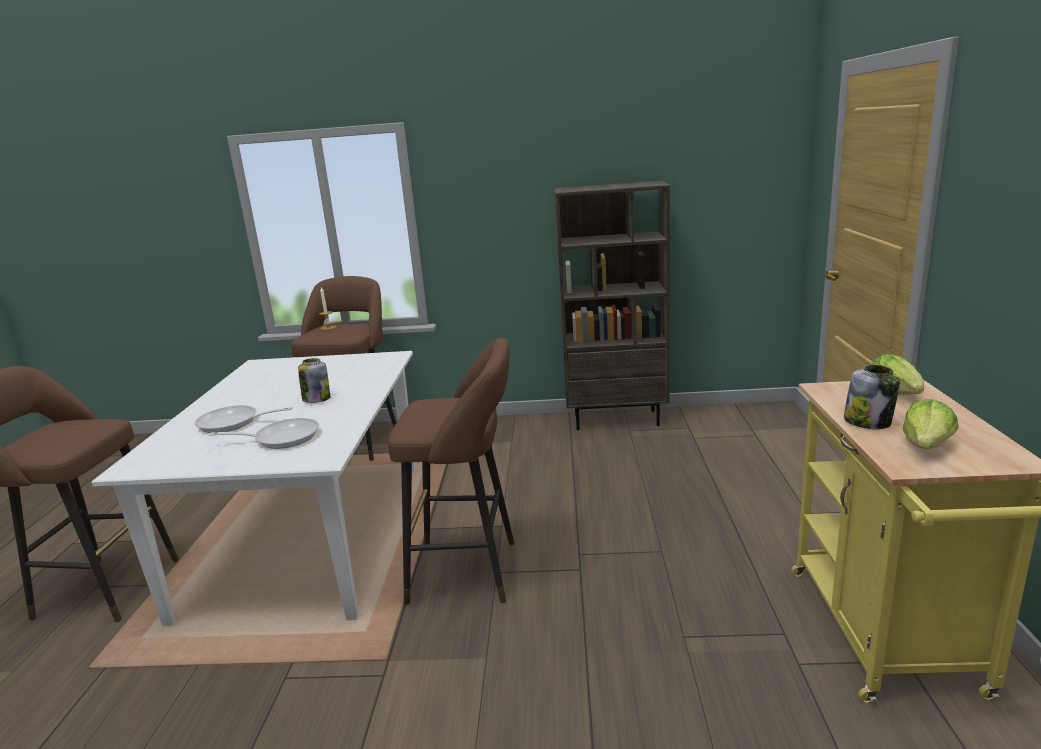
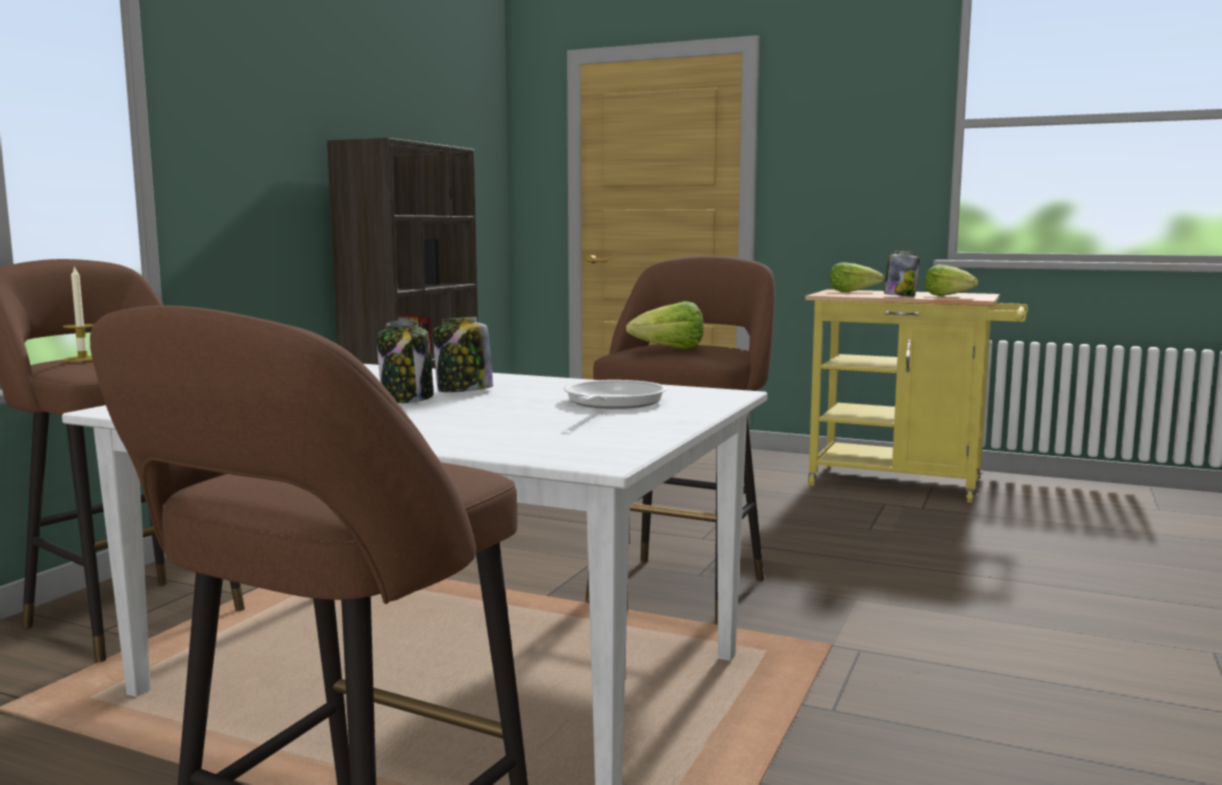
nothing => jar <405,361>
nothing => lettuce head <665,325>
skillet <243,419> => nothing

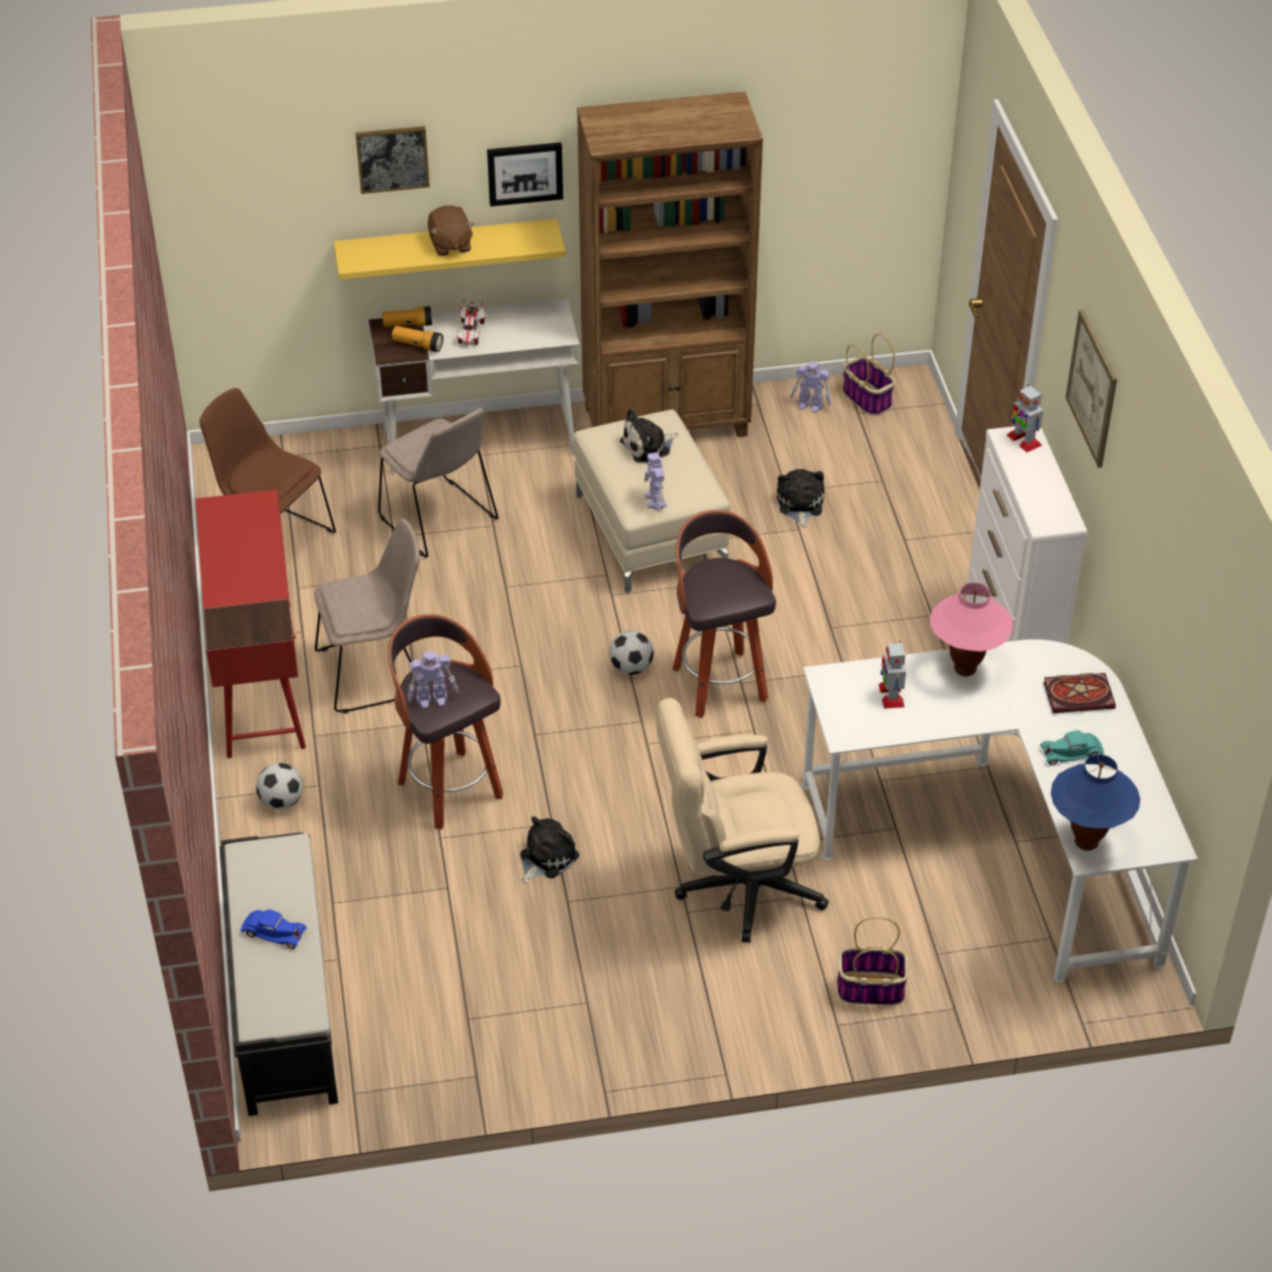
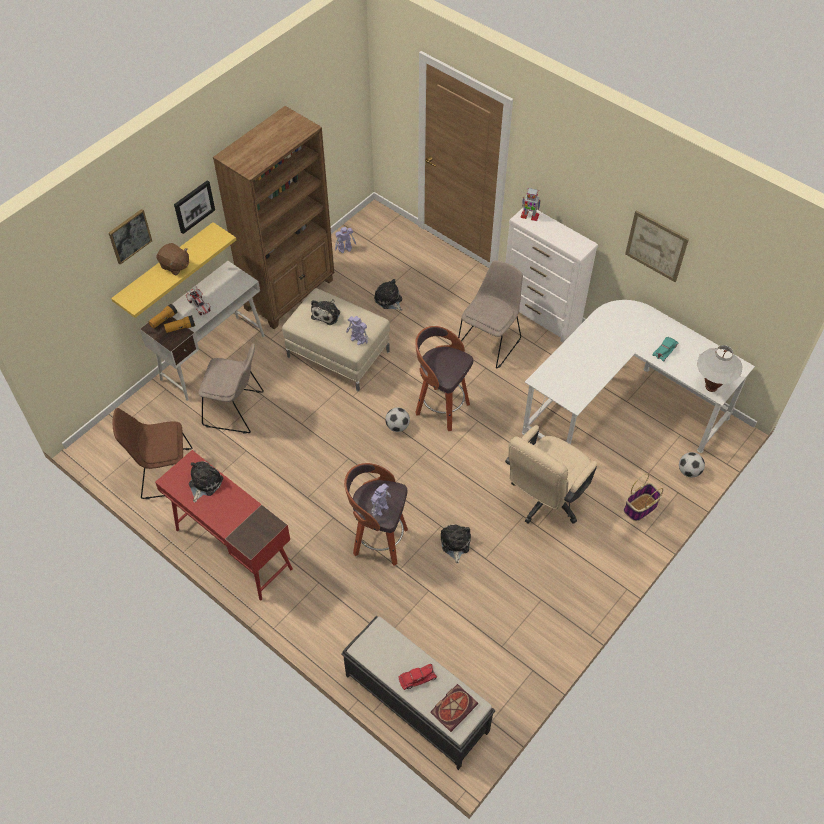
nothing => soft toy <206,482>
blue model car <273,929> => red model car <417,677>
book <1079,693> => book <454,708>, moved
beige-coloured plain chair <367,616> => beige-coloured plain chair <490,314>, moved
wall art <1091,389> => wall art <657,246>, moved
ball for football <279,786> => ball for football <692,464>, moved
blue table lamp <1095,802> => whitish table lamp <720,368>
basket <869,375> => nothing
robot figure <892,675> => nothing
pink-coloured table lamp <971,629> => nothing

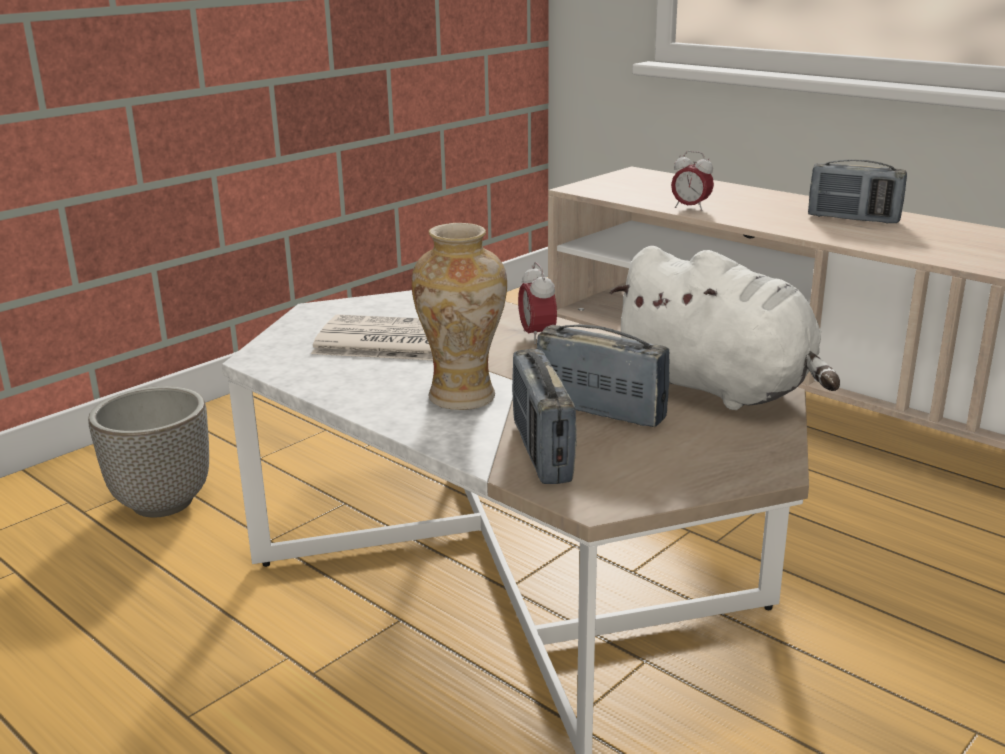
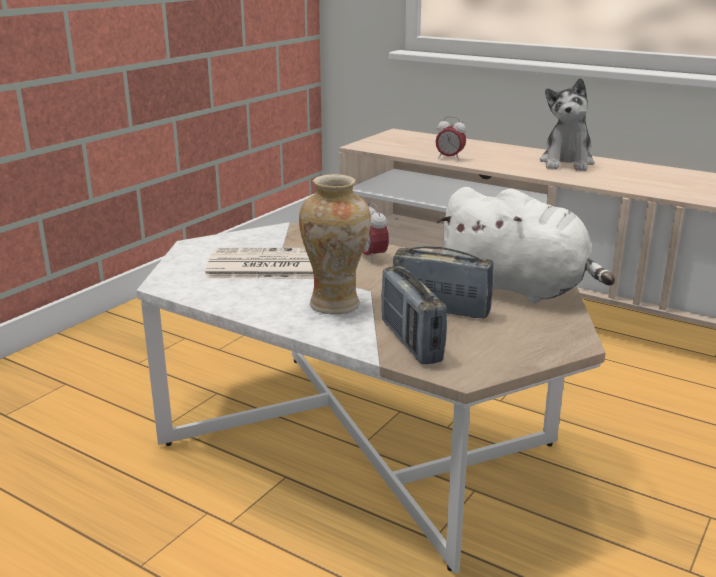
radio receiver <857,191> => soft toy <567,124>
planter <148,451> => nothing

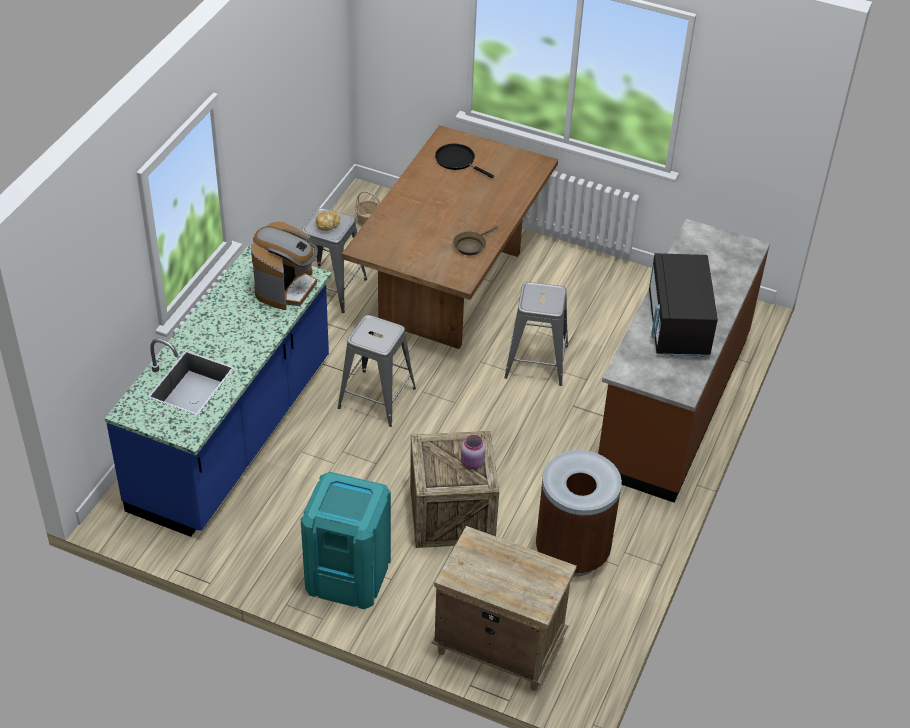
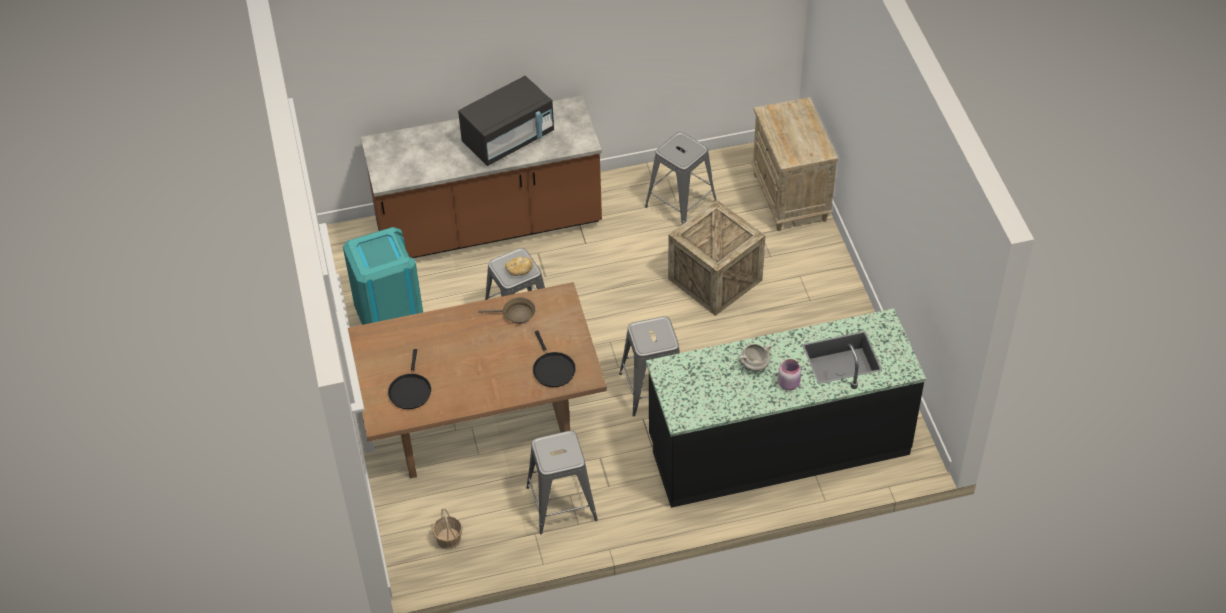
turquoise rubbish bin <346,540> => turquoise rubbish bin <383,276>, moved
bread <327,221> => bread <519,266>, moved
nothing => black-coloured skillet <554,358>
brown rubbish bin <579,513> => gray stool <680,178>
blue kitchen base unit <218,391> => black-coloured kitchen base unit <786,408>
nothing => whitish saucepot <755,357>
pink-coloured jar <473,452> => pink-coloured jar <789,374>, moved
coffee machine <284,265> => nothing

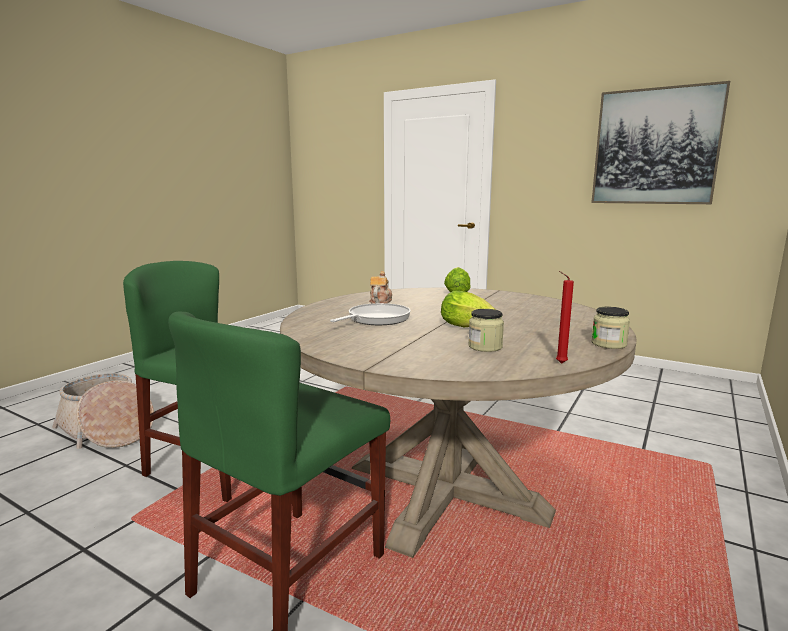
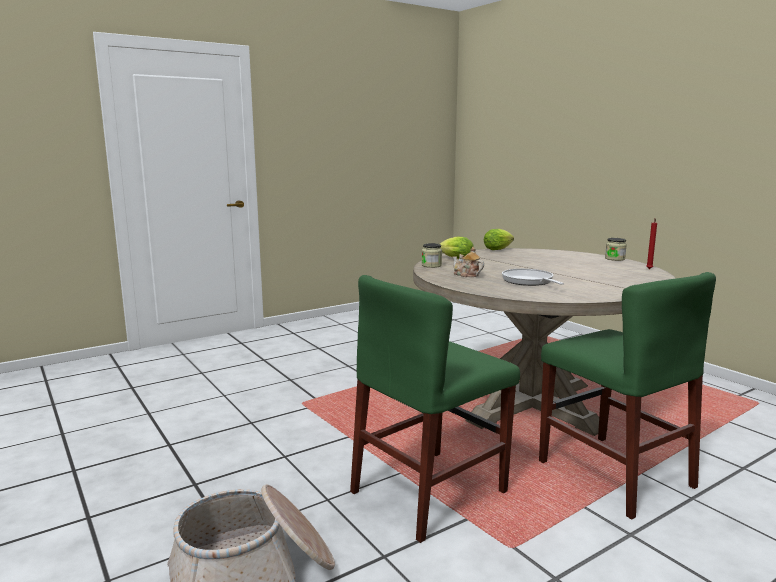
jar <486,330> => jar <432,255>, moved
lettuce head <468,309> => lettuce head <499,239>, moved
wall art <660,142> => nothing

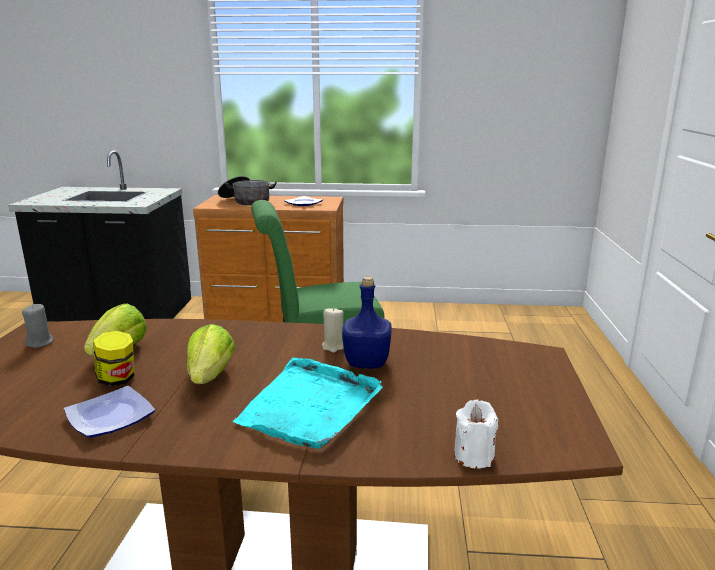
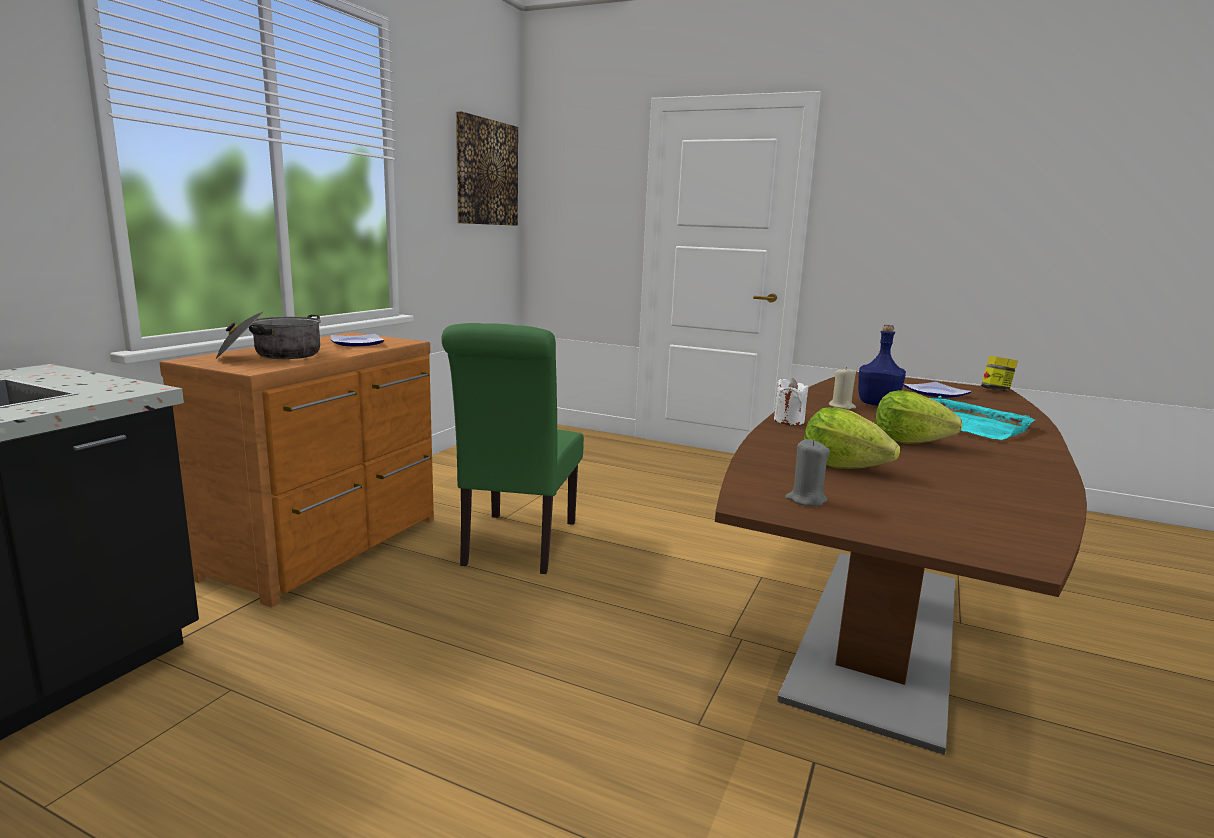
nothing => wall art <487,168>
whitish wax light <476,434> => whitish wax light <791,401>, moved
dinner plate <109,412> => dinner plate <937,390>, moved
jar <113,359> => jar <999,373>, moved

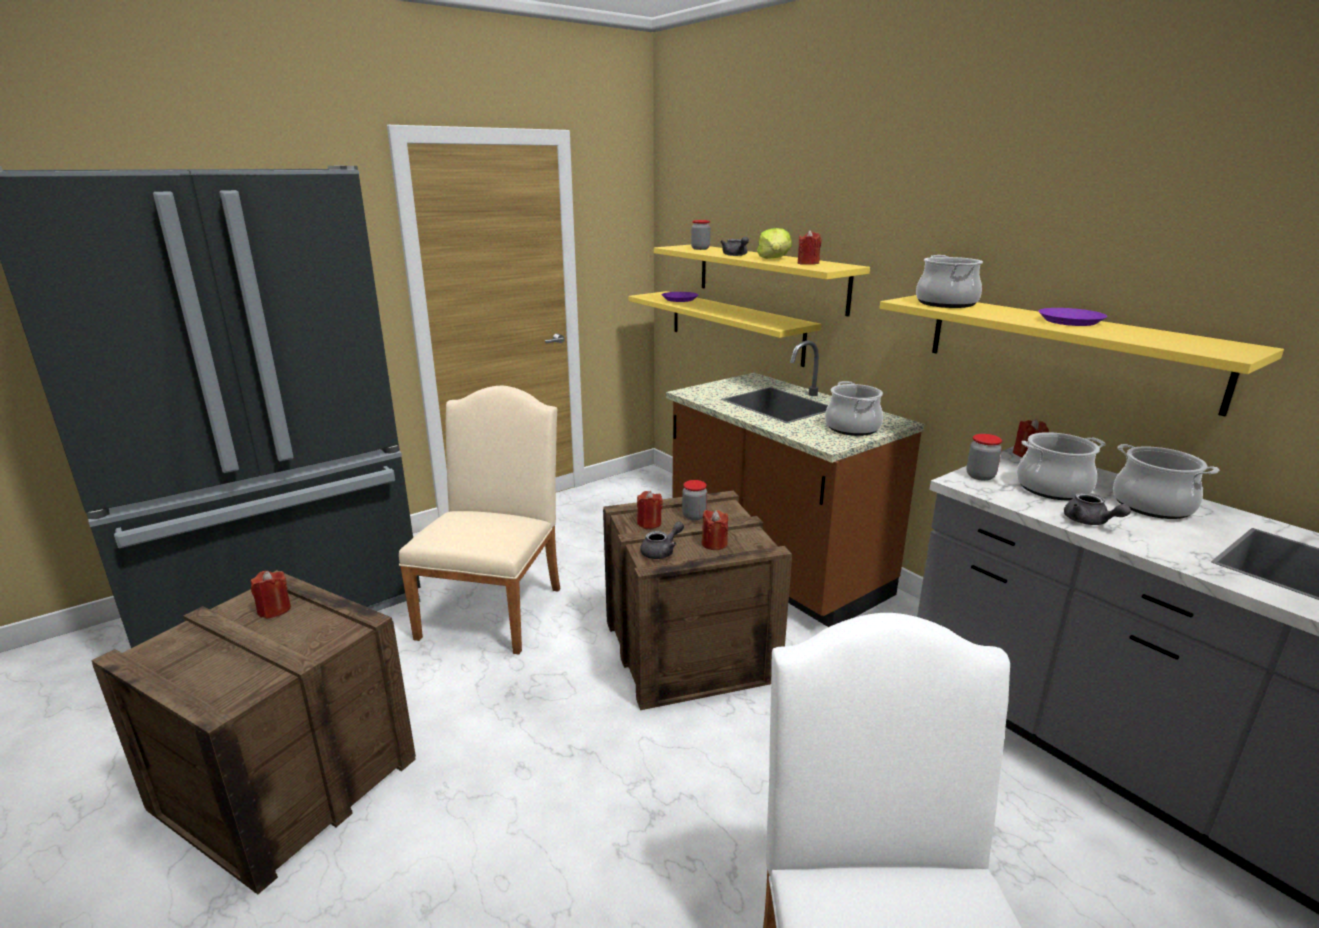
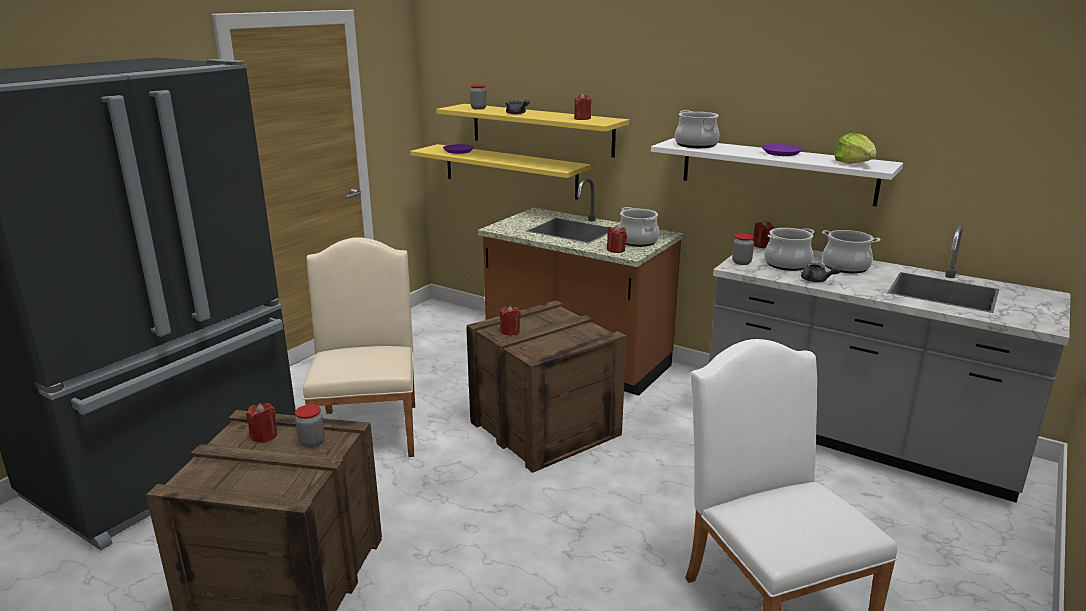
jar <694,500> => jar <310,426>, moved
red wax light <715,530> => red wax light <617,239>, moved
yellow bracket shelf <1081,355> => whitish bracket shelf <777,172>
lettuce head <774,243> => lettuce head <855,148>, moved
gray pot for tea <662,540> => nothing

